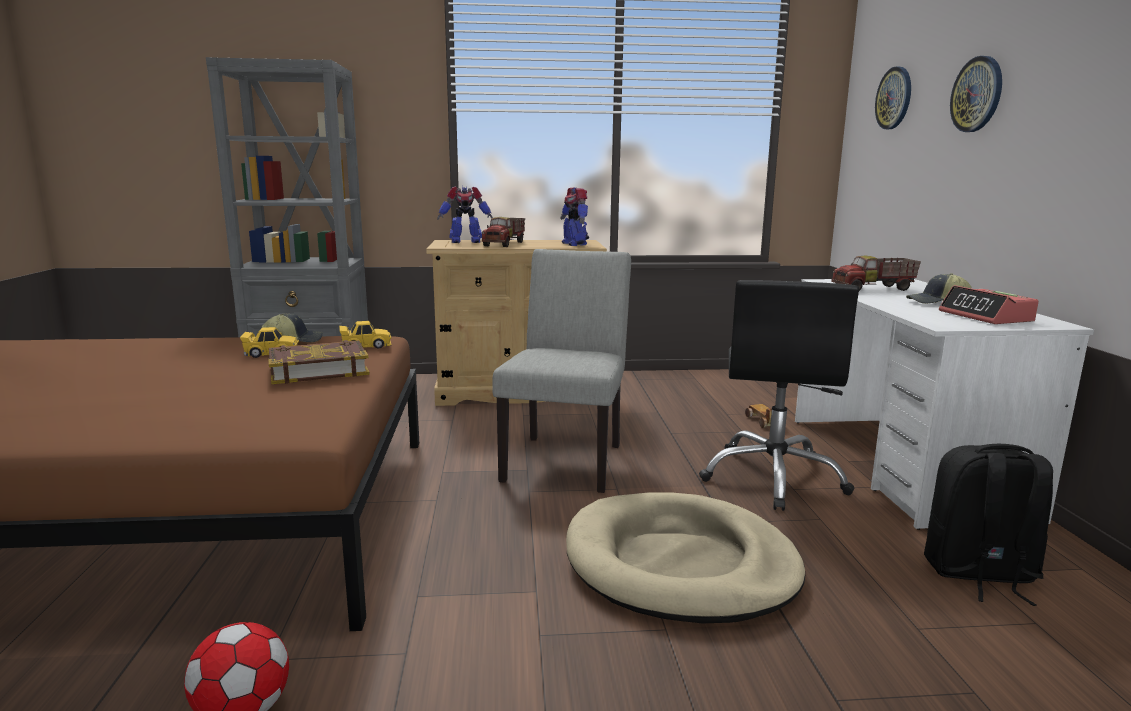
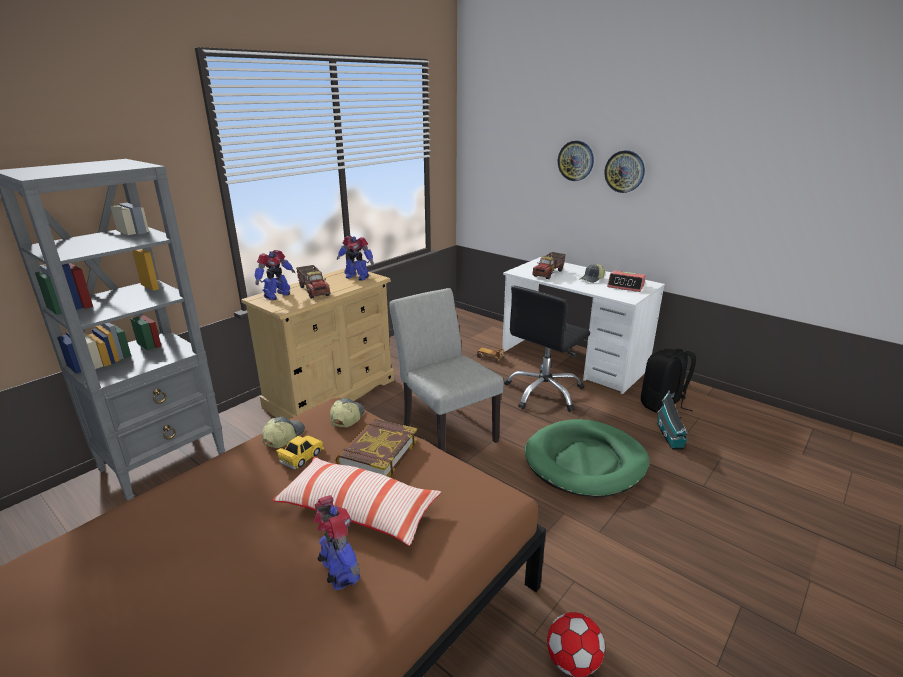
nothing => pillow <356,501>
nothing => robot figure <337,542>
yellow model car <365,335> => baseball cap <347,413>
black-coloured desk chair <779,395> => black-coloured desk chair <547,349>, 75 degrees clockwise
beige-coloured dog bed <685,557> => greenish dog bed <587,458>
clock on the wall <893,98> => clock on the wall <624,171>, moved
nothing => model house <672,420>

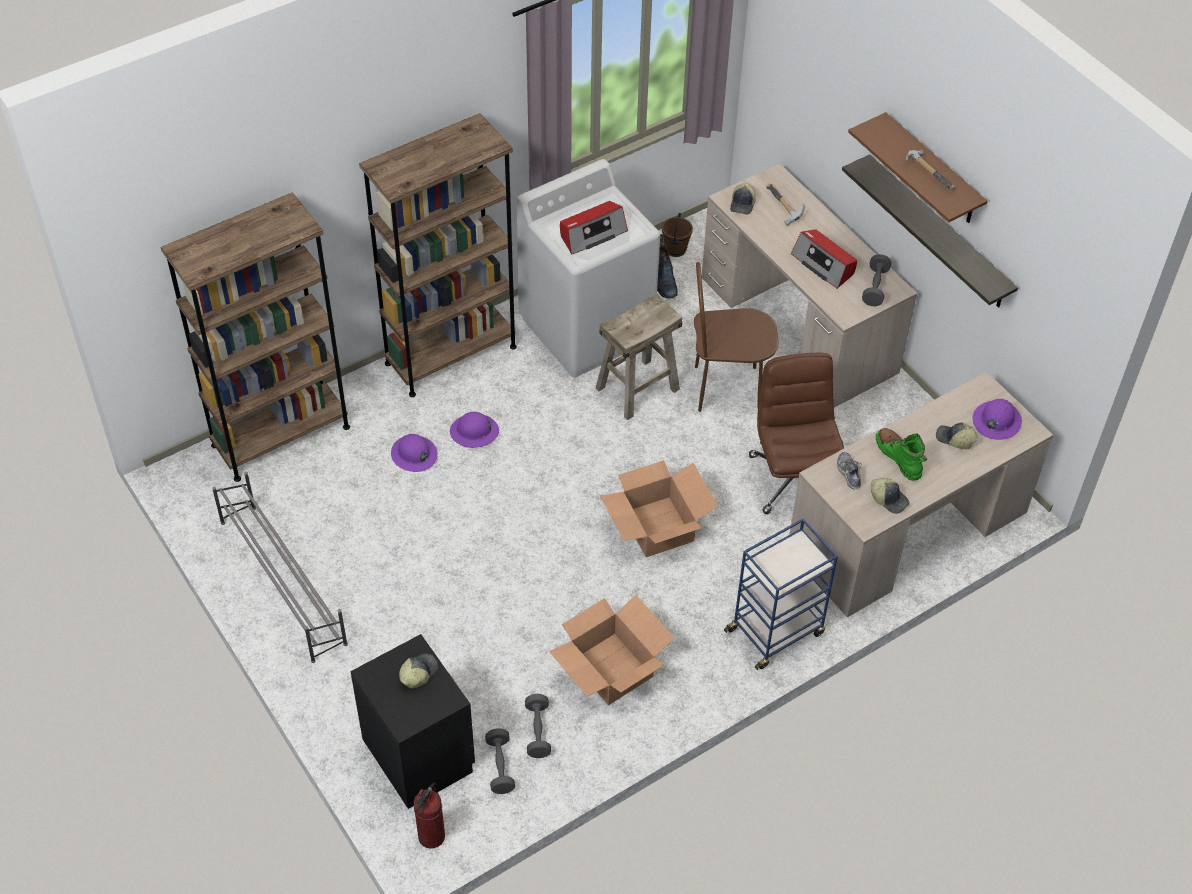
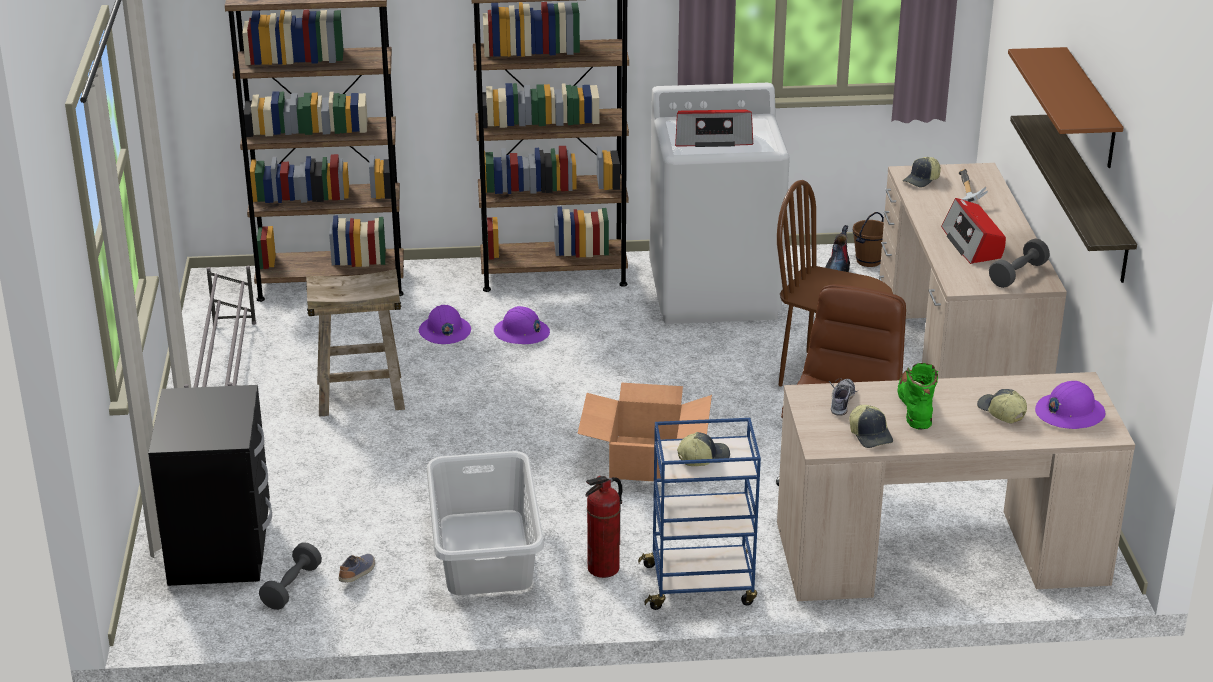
beige-coloured stool <639,356> => beige-coloured stool <355,343>, moved
gray hand weight <538,726> => shoe <357,568>
carton <612,650> => gray laundry basket <485,523>
extinguisher <429,816> => extinguisher <603,527>, moved
baseball cap <419,671> => baseball cap <703,449>, moved
tool hammer <930,170> => nothing

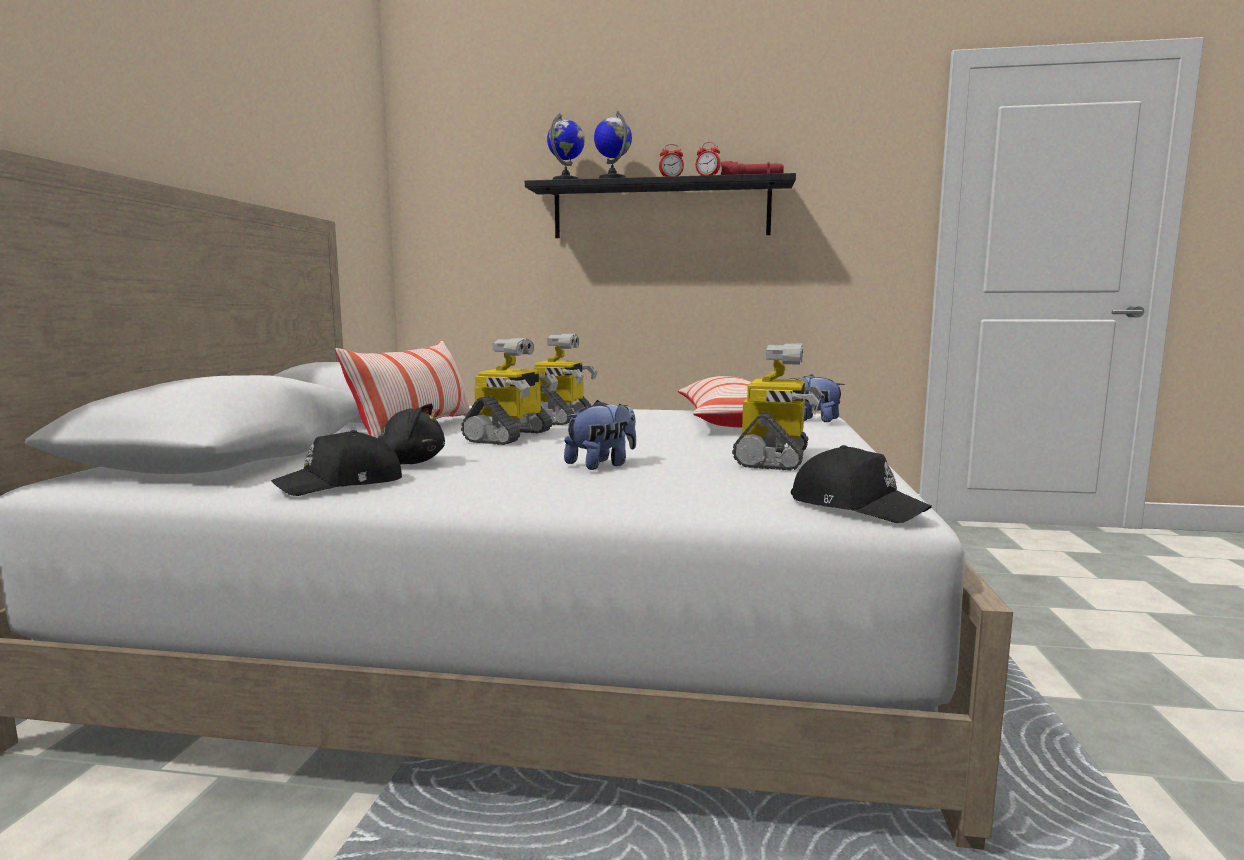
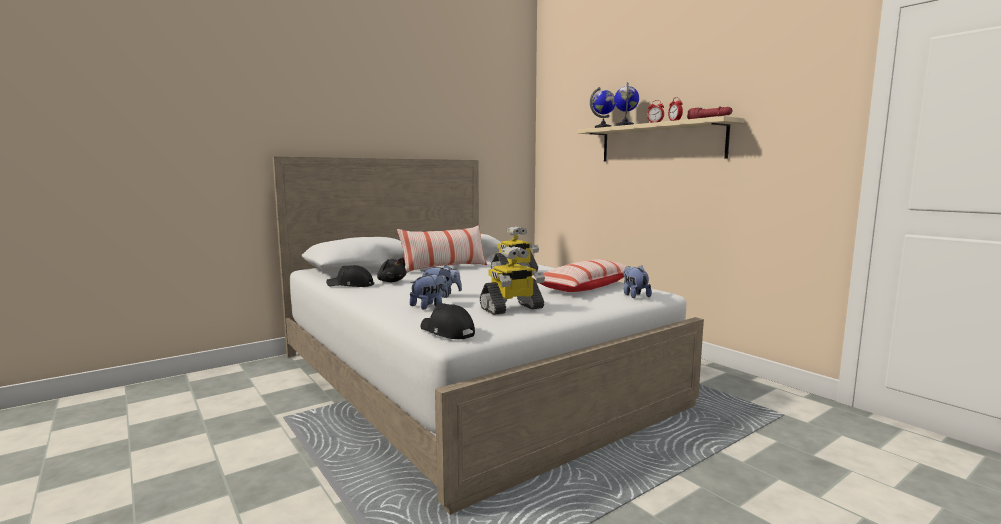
nothing => soft toy <429,291>
black-coloured baseball cap <861,484> => black-coloured baseball cap <448,321>, 135 degrees clockwise
black-coloured bracket shelf <660,205> => beige-coloured bracket shelf <660,138>
robot figure <509,391> => nothing

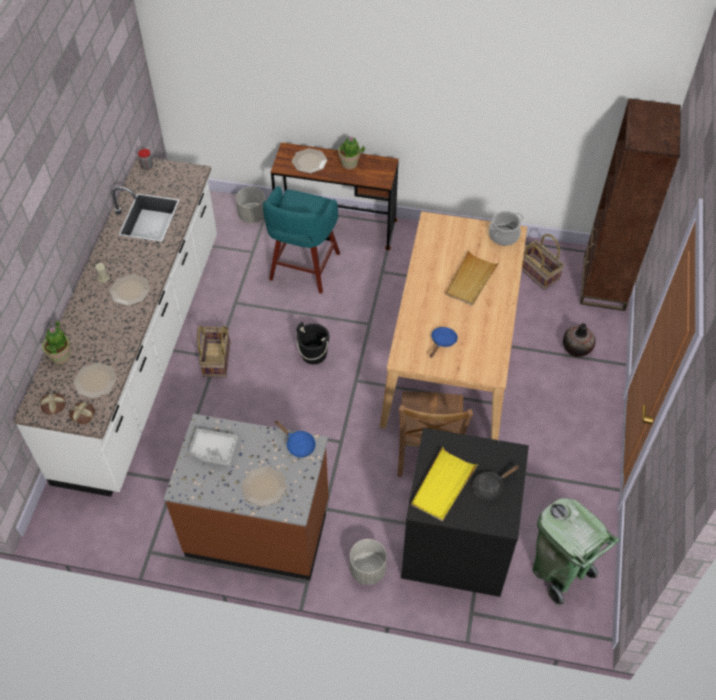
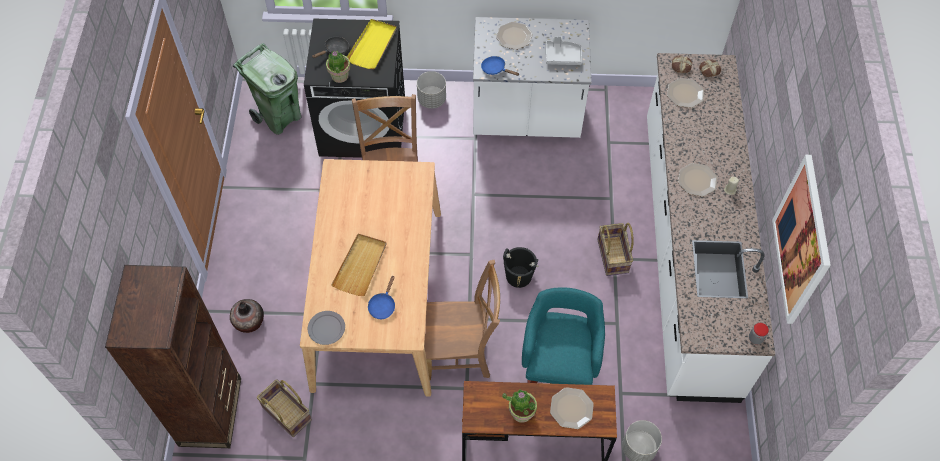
saucepot <506,228> => gray dinner plate <326,328>
plant in a pot <56,342> => plant in a pot <338,67>, moved
blue skillet <444,342> => blue skillet <381,297>, moved
nothing => brown plain chair <462,320>
brown kitchen base unit <246,497> => whitish kitchen base unit <532,77>
nothing => wall art <801,239>

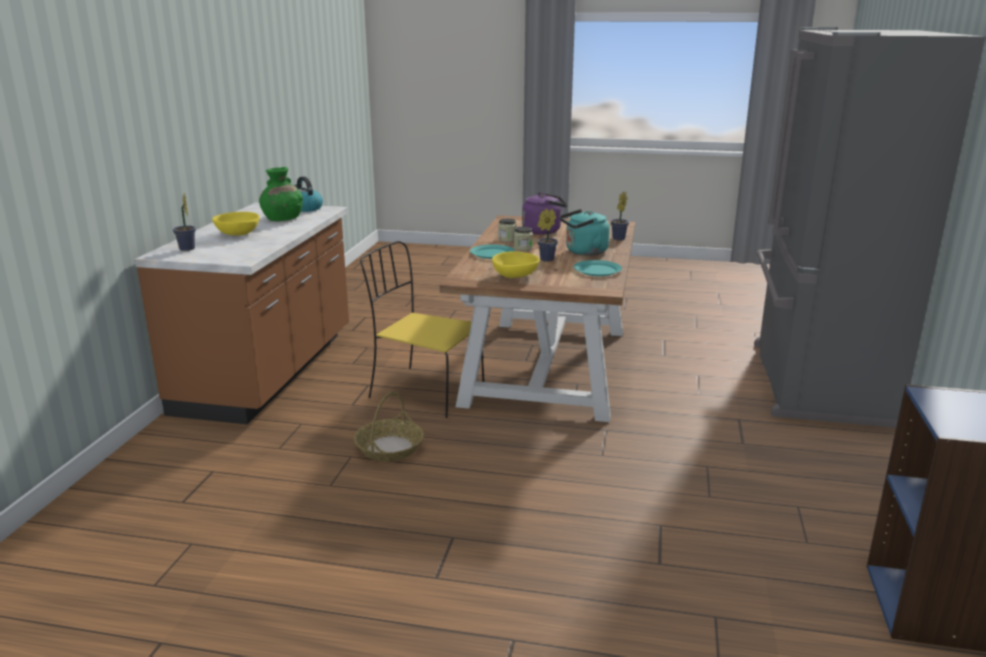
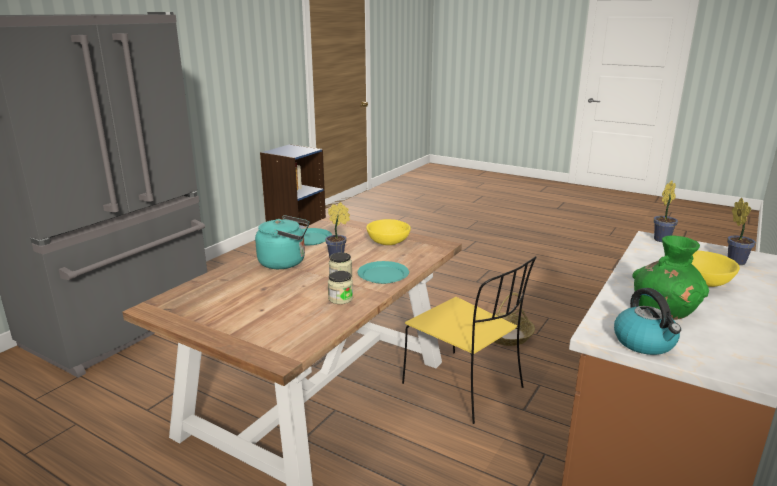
plant in a pot <620,216> => plant in a pot <666,211>, moved
purple water kettle <544,213> => nothing

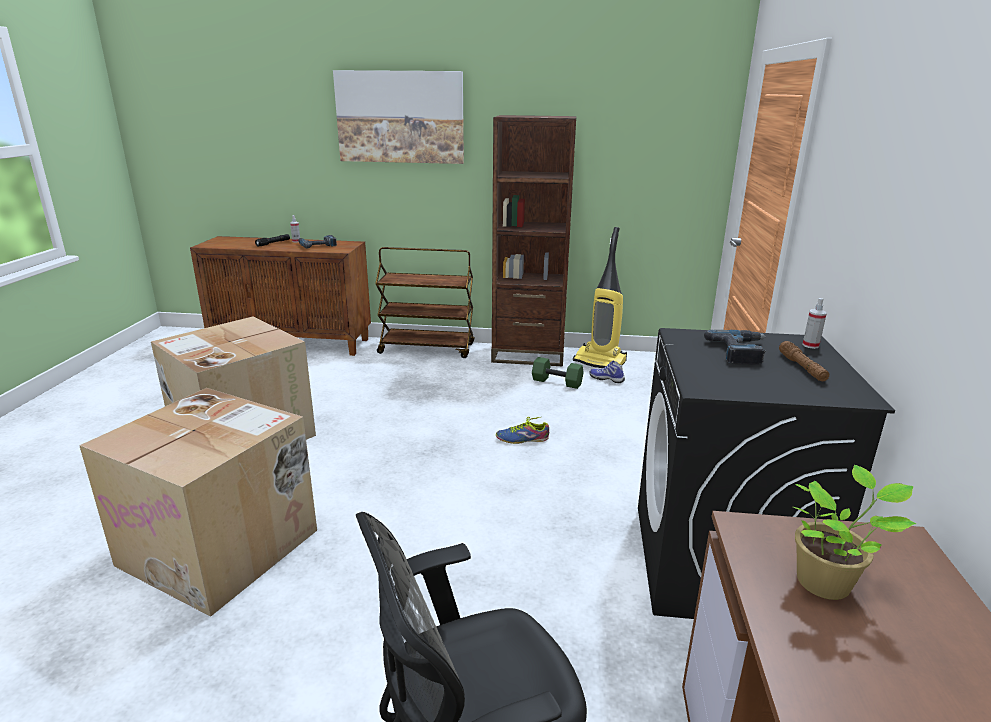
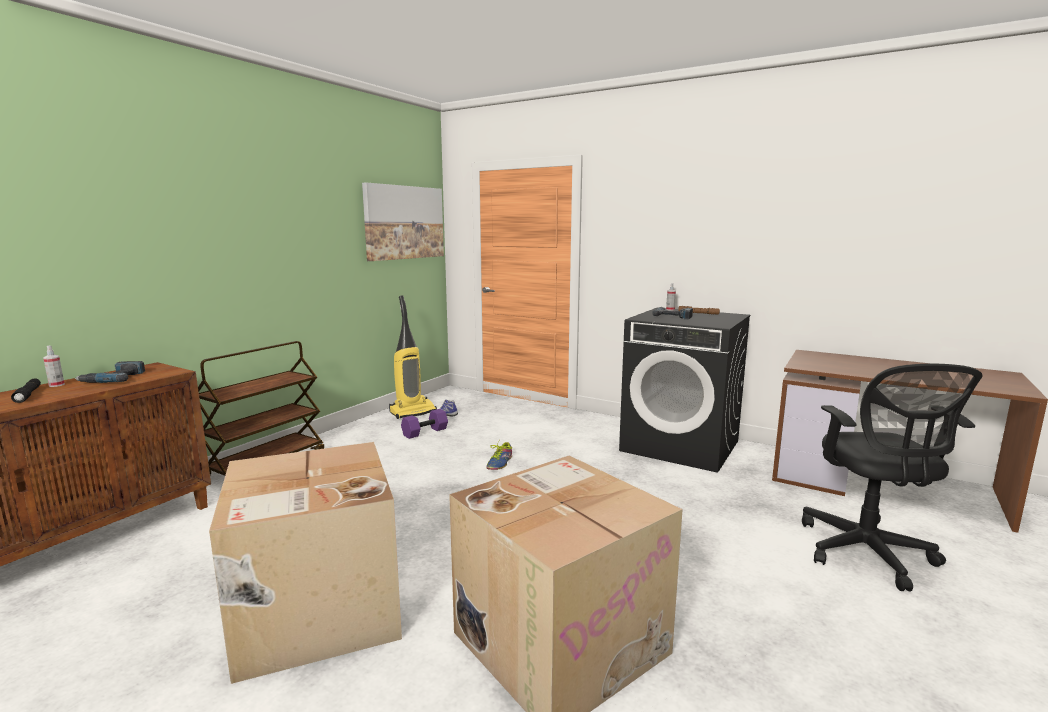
wall art <398,117> => wall art <403,221>, moved
greenish hand weight <558,373> => purple hand weight <424,424>
brown bookcase <533,241> => nothing
plant in a pot <854,532> => nothing

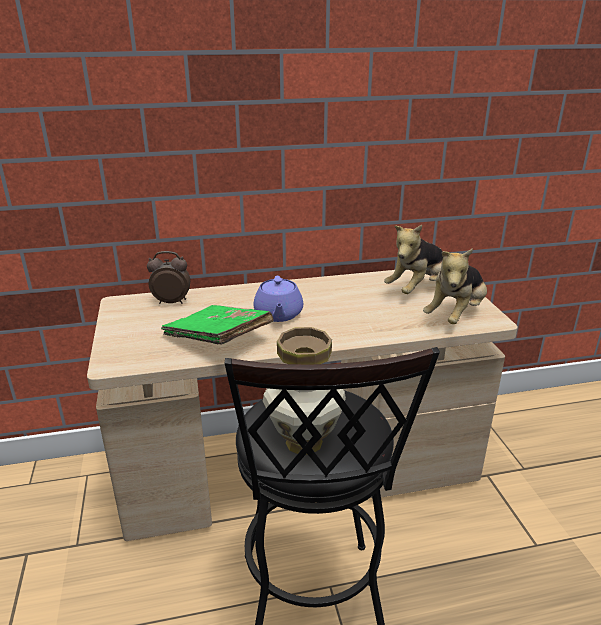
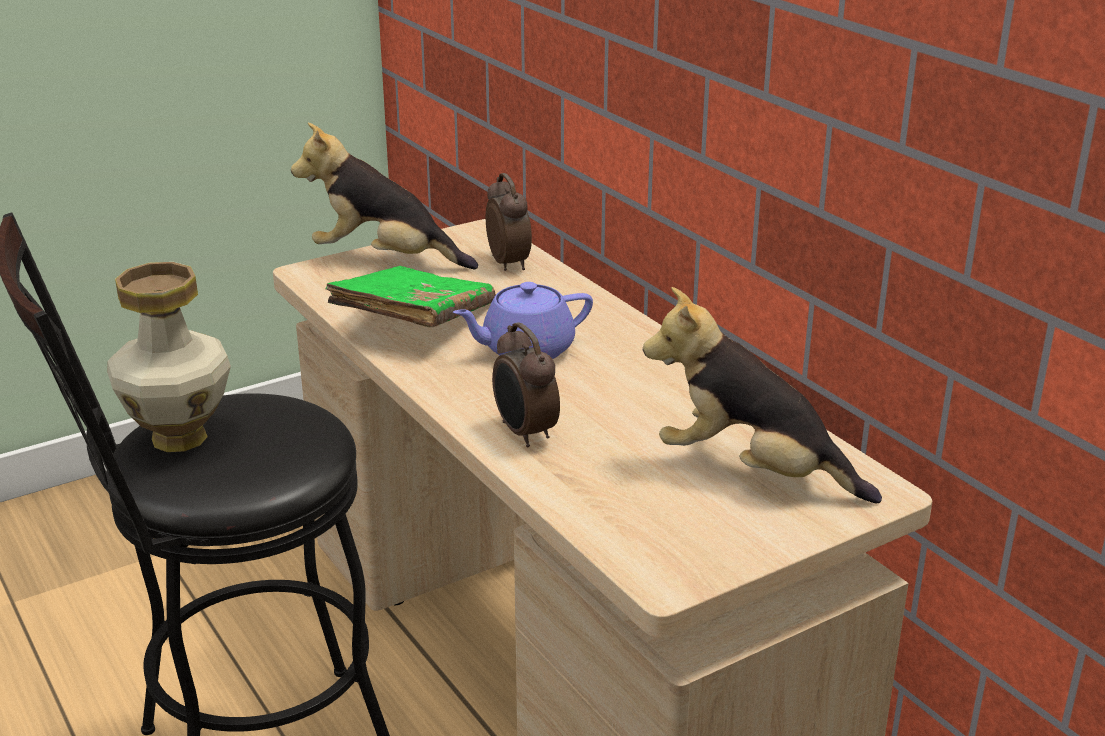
soft toy <455,286> => soft toy <384,196>, moved
nothing => alarm clock <526,384>

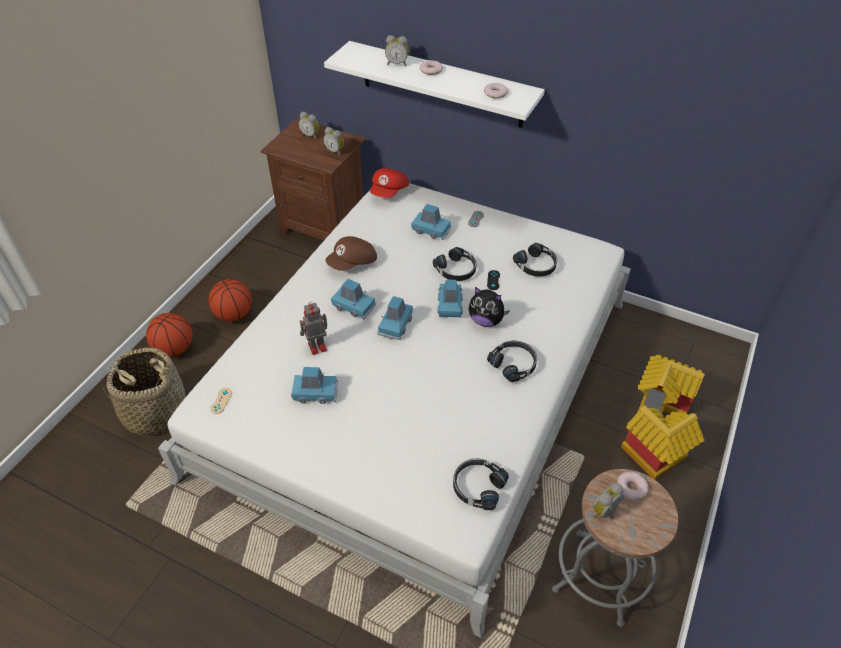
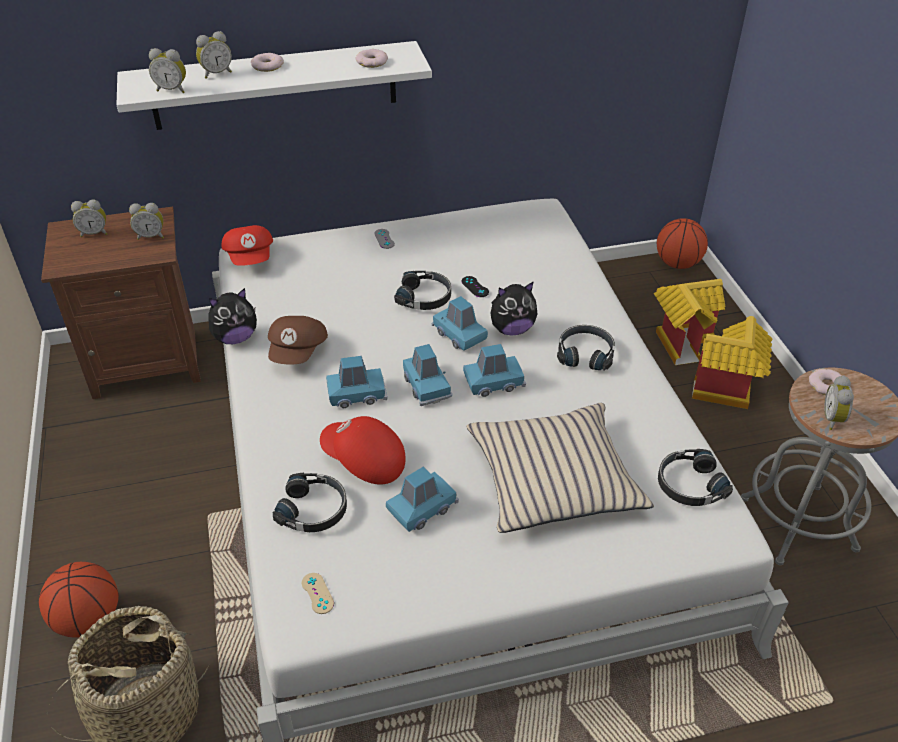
nothing => alarm clock <167,70>
nothing => soft toy <232,316>
black-coloured pair of headphones <535,260> => black-coloured pair of headphones <309,502>, moved
robot figure <313,328> => red baseball cap <362,450>
blue model car <431,222> => blue model car <494,370>, moved
nothing => beige-coloured pillow <560,468>
basketball ball <230,300> => basketball ball <682,243>, moved

